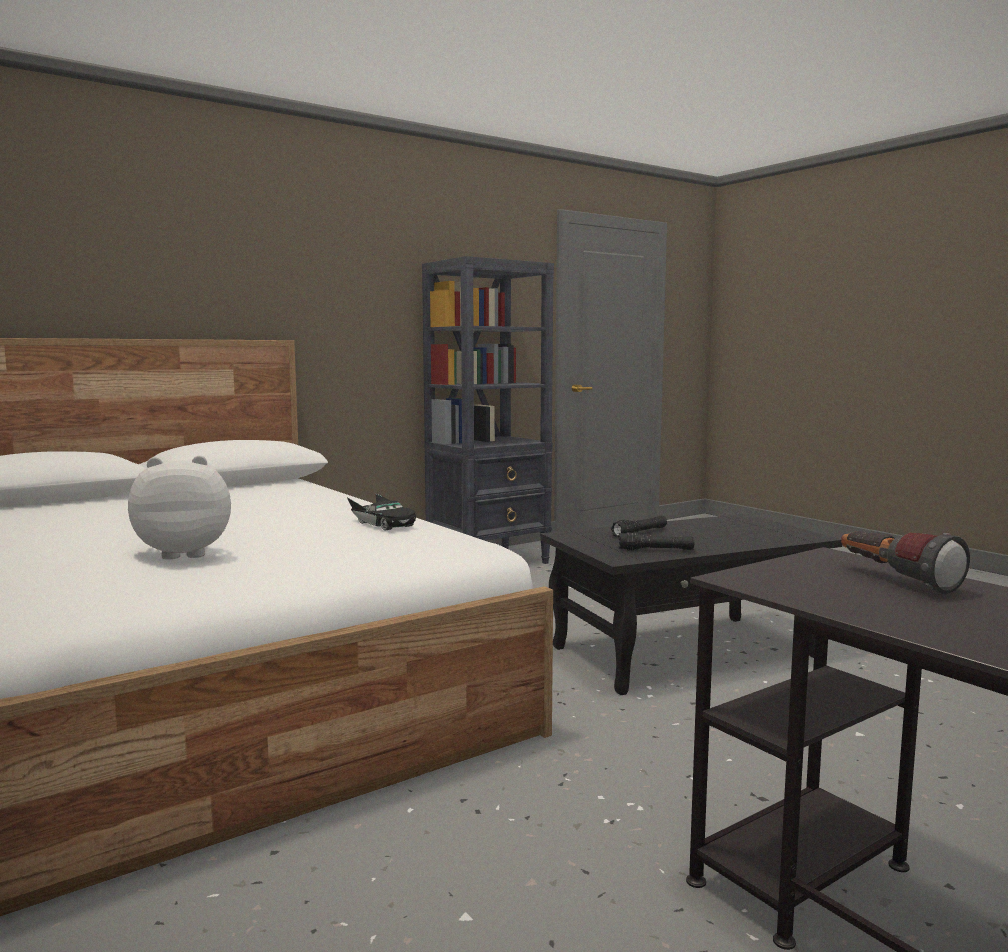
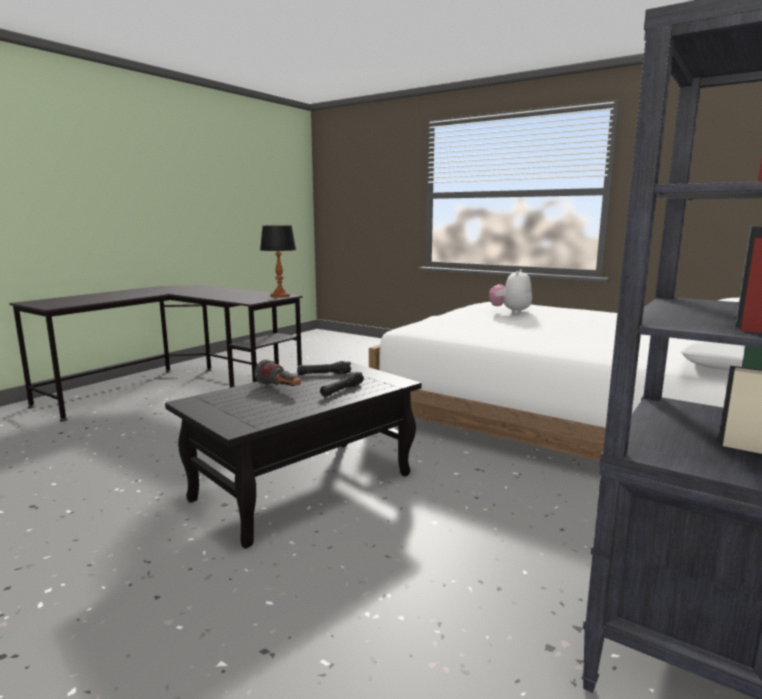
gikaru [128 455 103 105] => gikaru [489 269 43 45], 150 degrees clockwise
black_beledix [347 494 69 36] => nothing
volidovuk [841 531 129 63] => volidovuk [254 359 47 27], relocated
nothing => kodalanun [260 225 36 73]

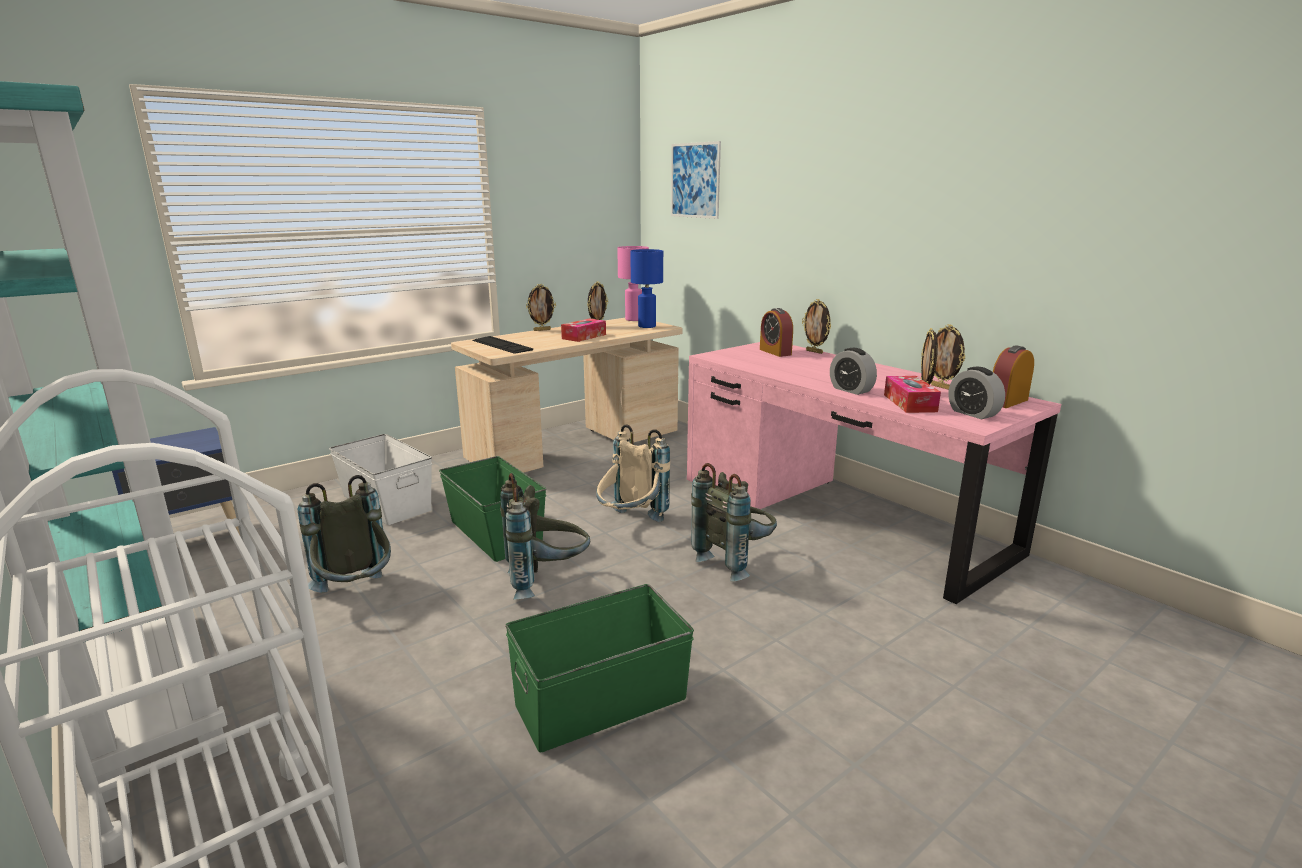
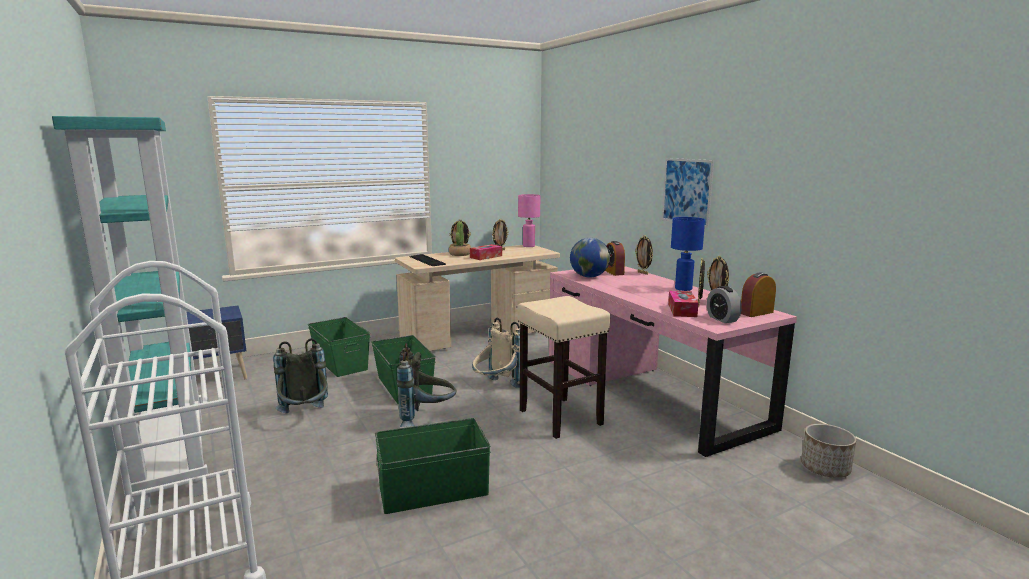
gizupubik [671 141 50 78] => gizupubik [662 158 52 70], relocated
blue_kodalanun [630 249 33 79] => blue_kodalanun [671 217 34 74], relocated
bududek [830 348 47 47] => nothing
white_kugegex [329 434 103 91] => green_kugegex [308 317 62 60]
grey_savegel [691 463 86 119] => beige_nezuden [517 296 93 143]
nothing => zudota [449 221 22 35]
nothing => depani [570 238 40 40]
nothing => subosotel [801 424 55 54]

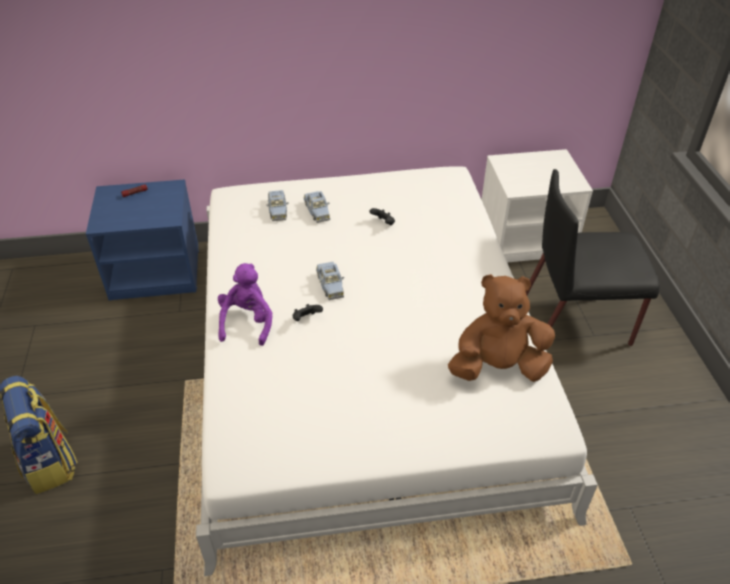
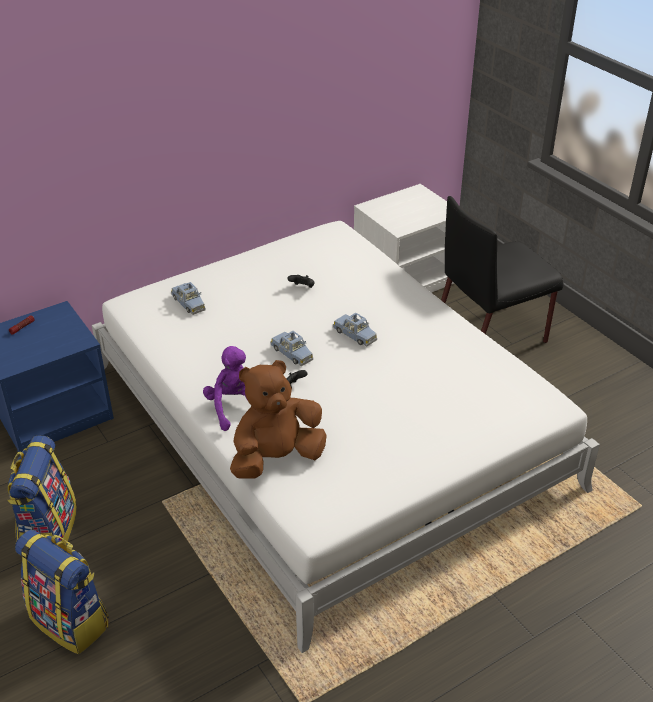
blue_beledix [304 191 26 32] => blue_beledix [333 313 44 33], relocated
brown_gikaru [448 274 107 108] => brown_gikaru [230 360 97 119], relocated
nothing => savegel [7 435 70 109]

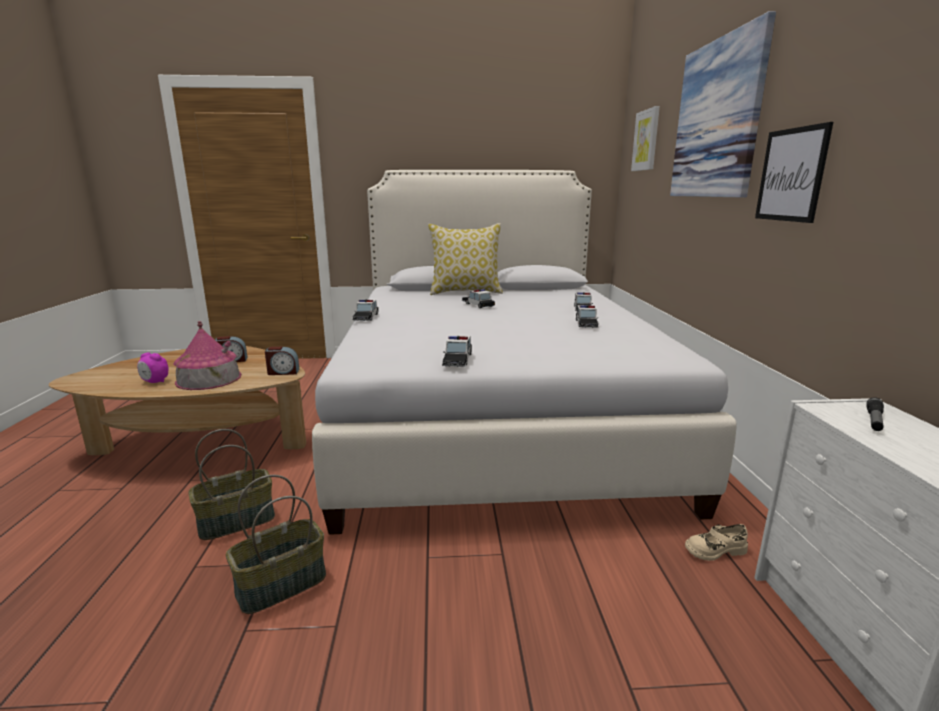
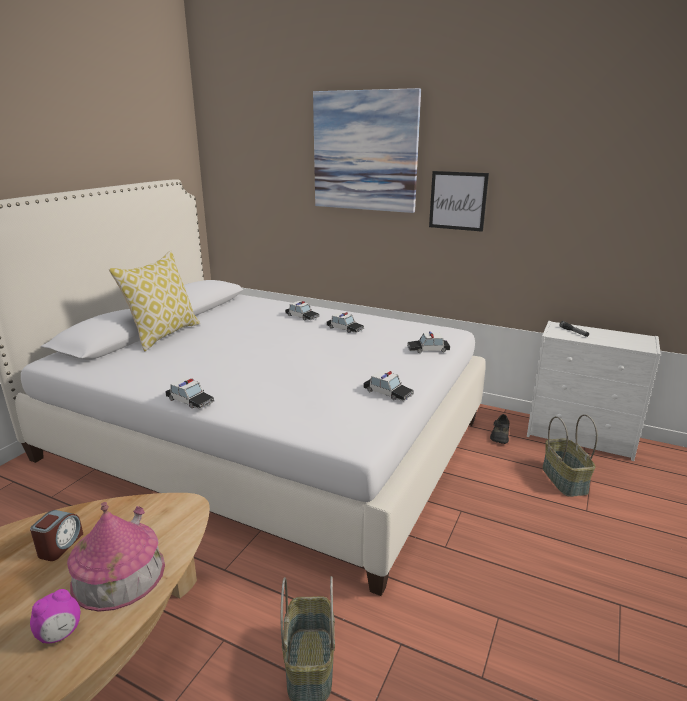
gizupubik [631 106 29 65] => nothing
beledix [462 289 33 19] => beledix [407 331 43 22], relocated
bududek [265 347 34 28] => nothing
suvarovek [225 475 101 139] => suvarovek [542 414 56 83], relocated
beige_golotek [685 524 63 37] => black_golotek [490 414 19 30]

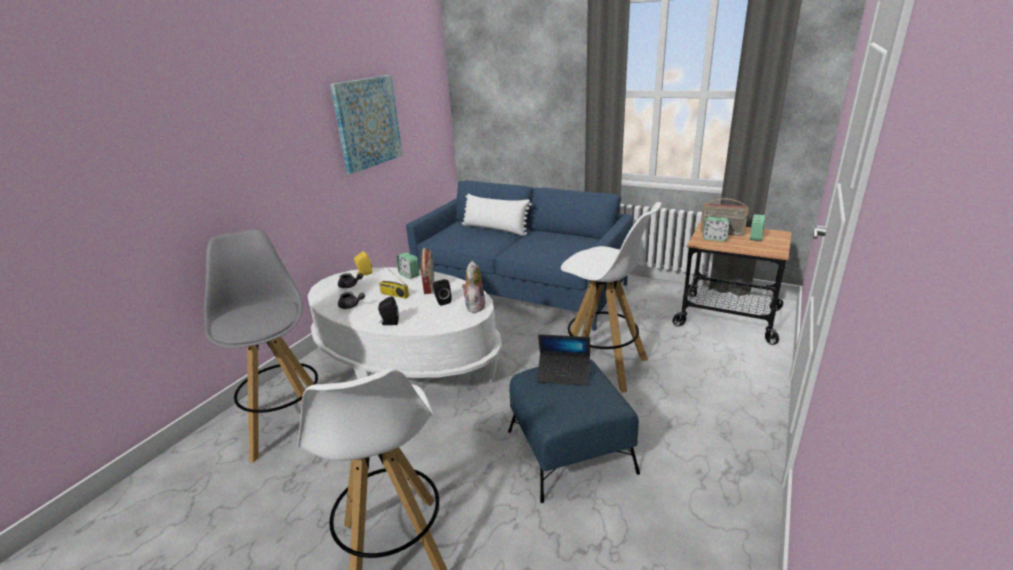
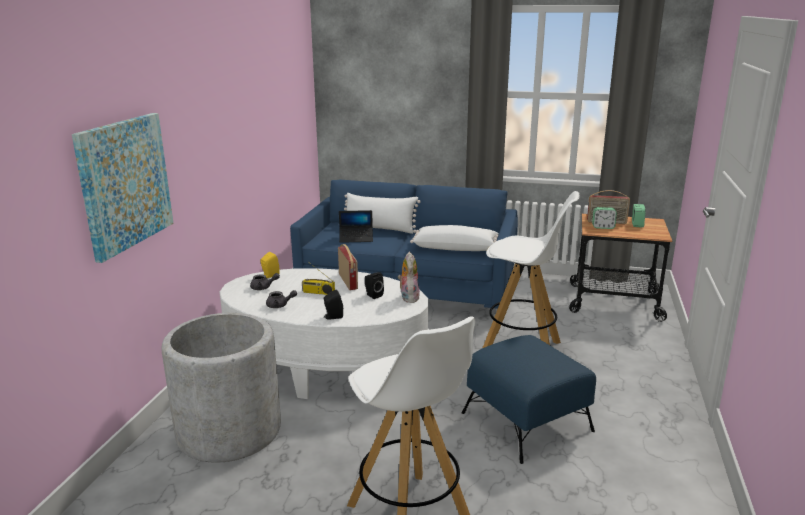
gizupubik [330 75 73 99] => gizupubik [72 113 102 150], relocated
grey_nezuden [204 229 114 234] => grey_subosotel [162 313 119 150]
bududek [397 252 23 27] => nothing
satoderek [537 334 53 52] => satoderek [339 210 34 33], relocated
nothing => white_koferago [410 225 89 26]

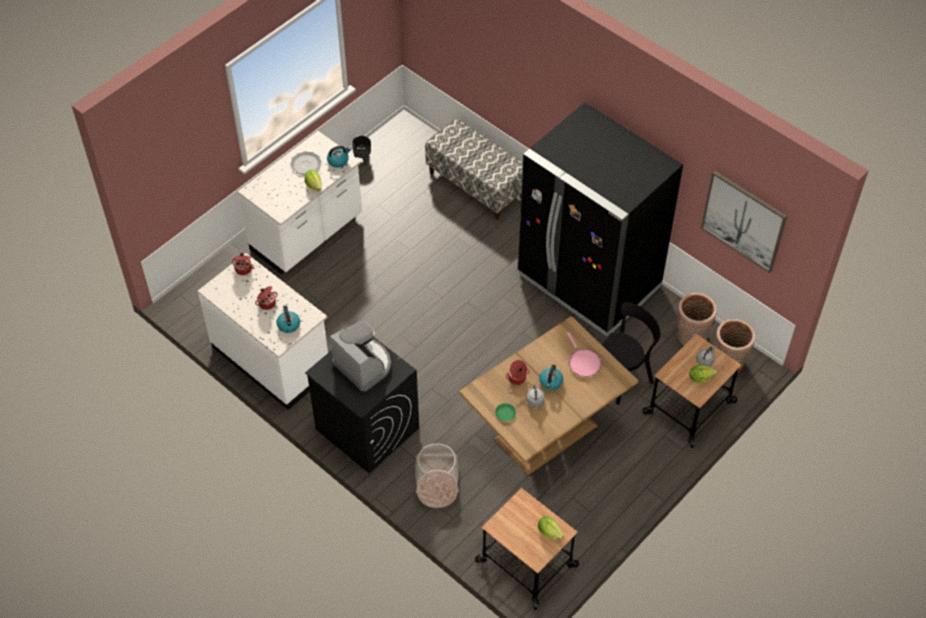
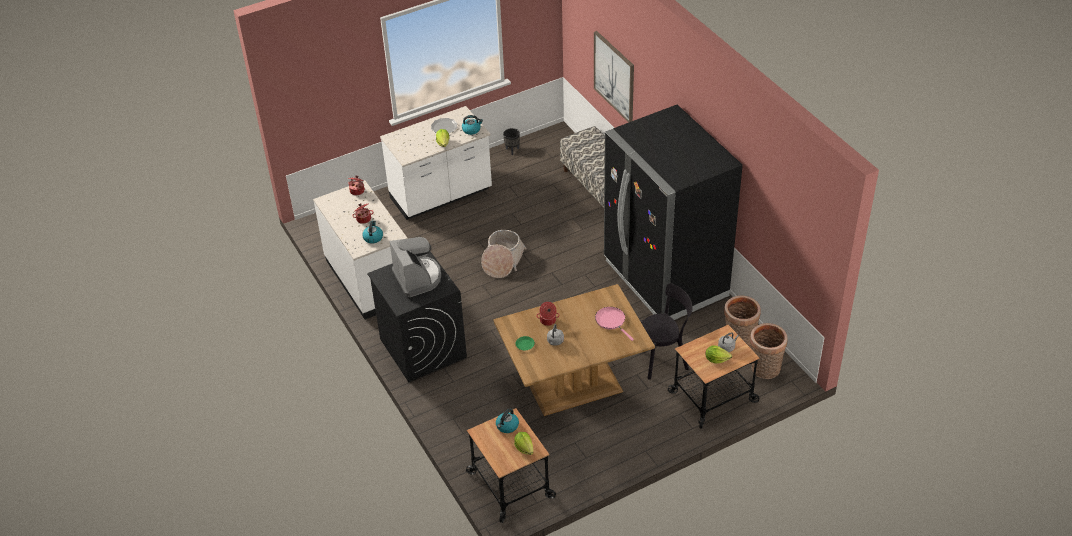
gizupubik [701 170 86 103] => gizupubik [594 31 40 92], relocated
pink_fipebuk [567 332 35 45] => pink_fipebuk [595 307 39 34], 150 degrees clockwise
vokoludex [539 365 24 25] => vokoludex [496 409 23 24], relocated
suvarovek [415 443 44 65] => suvarovek [481 230 46 48], relocated

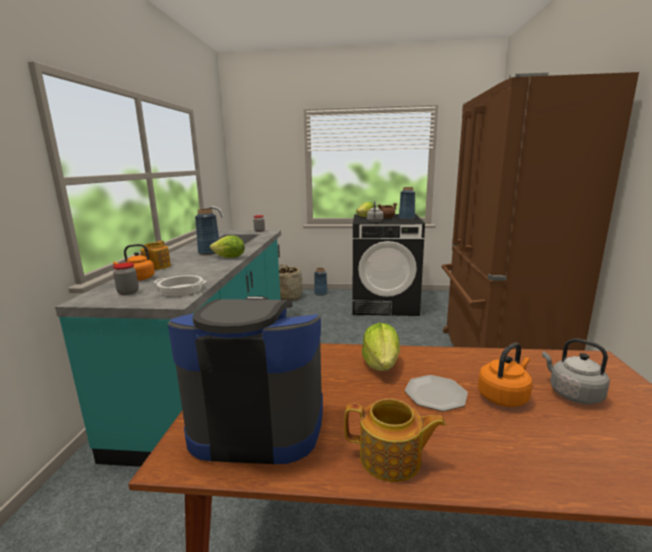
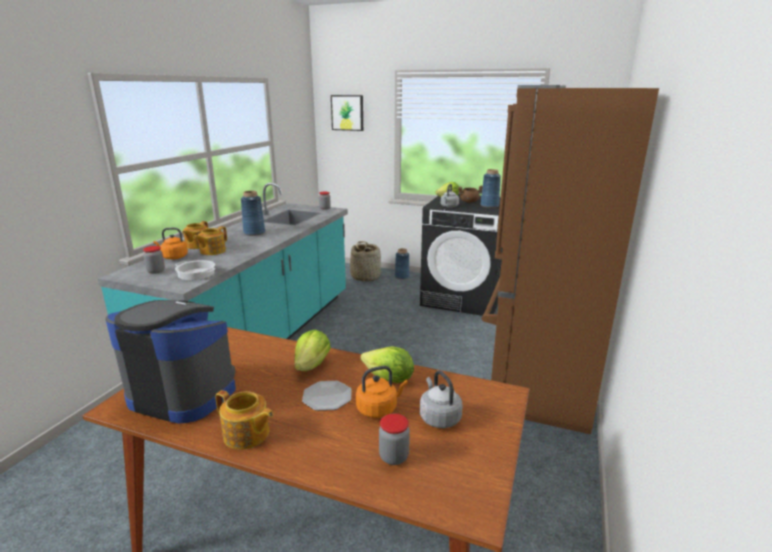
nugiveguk [210 235 35 23] => nugiveguk [361 346 53 37], relocated
nothing => gizupubik [331 95 32 36]
nothing => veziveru [193 226 34 29]
nothing => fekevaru [379 414 31 51]

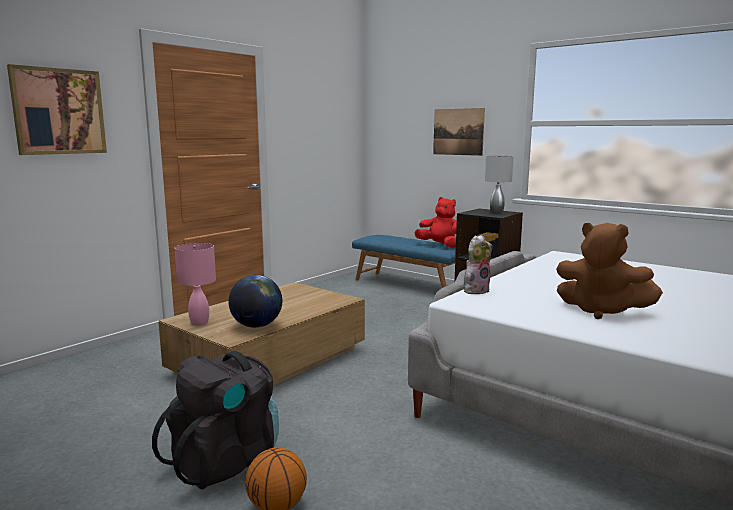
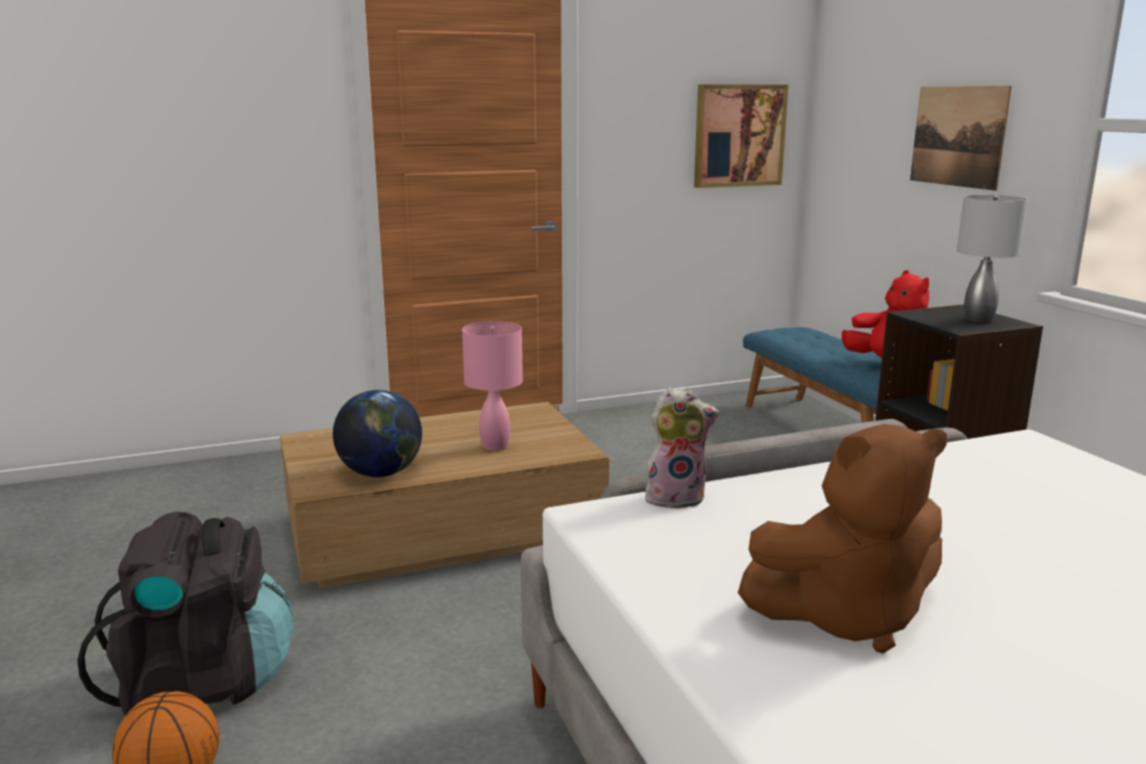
gizupubik [7 64 100 91] => gizupubik [694 84 94 104], relocated
brown_gikaru [556 223 107 96] => brown_gikaru [738 424 209 229], 75 degrees counterclockwise
pink_kodalanun [174 243 42 83] => pink_kodalanun [462 321 61 130], relocated

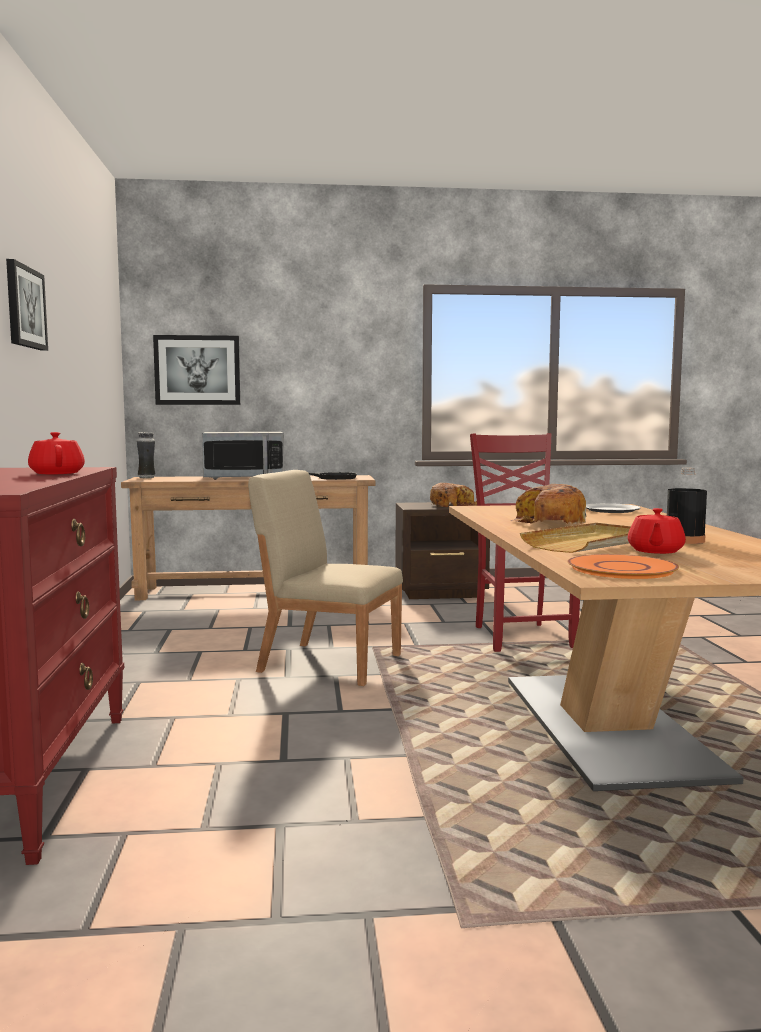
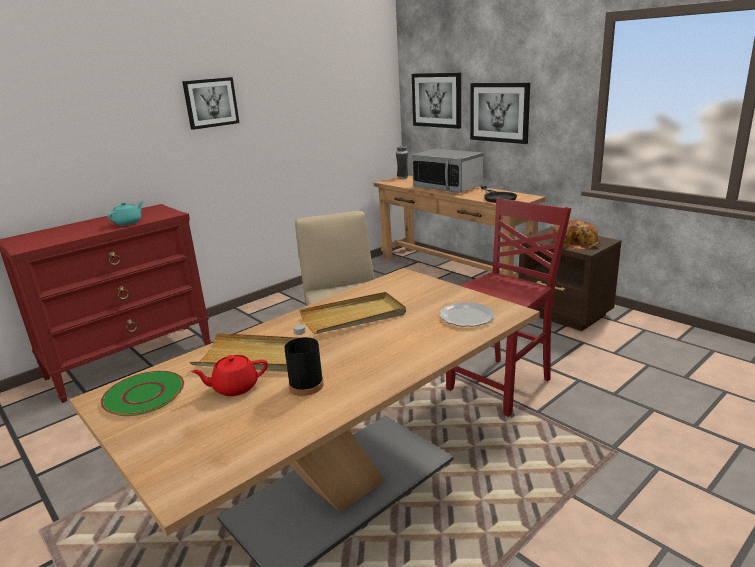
red_veziveru [28 432 57 42] => turquoise_veziveru [107 201 36 25]
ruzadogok [510 484 76 40] => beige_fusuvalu [299 292 107 42]
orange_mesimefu [567 554 112 25] => green_mesimefu [101 371 83 45]
nothing => gizupubik [470 83 60 61]

